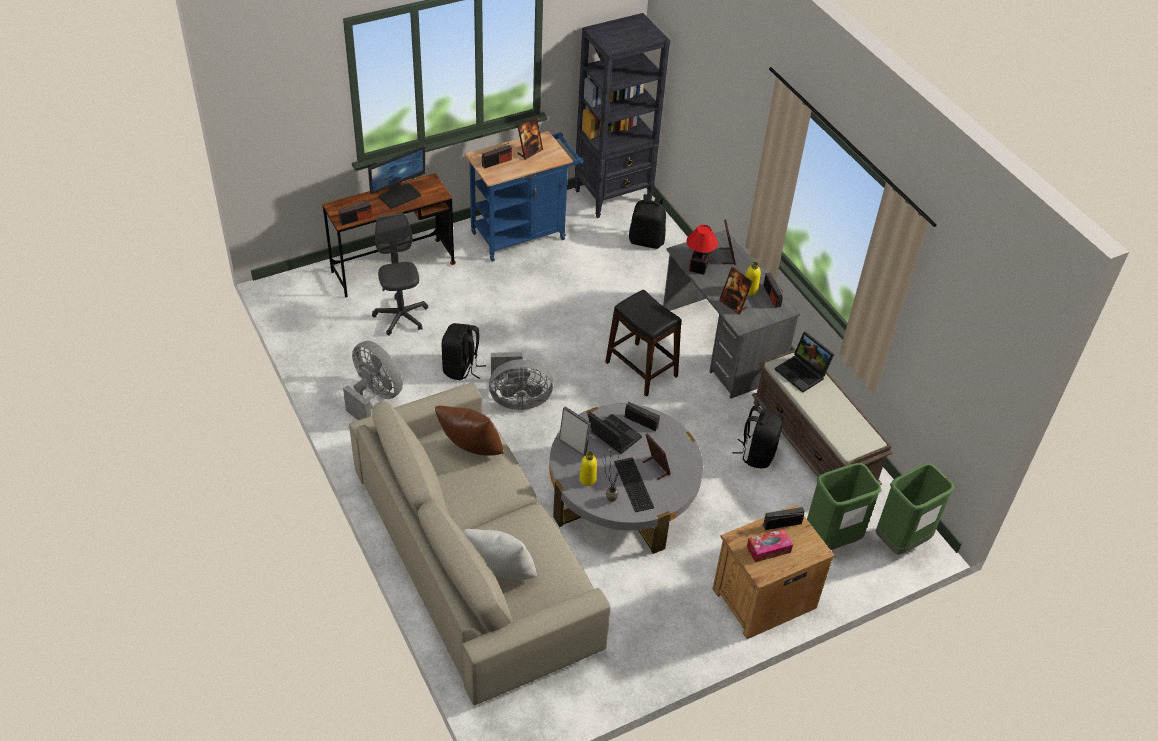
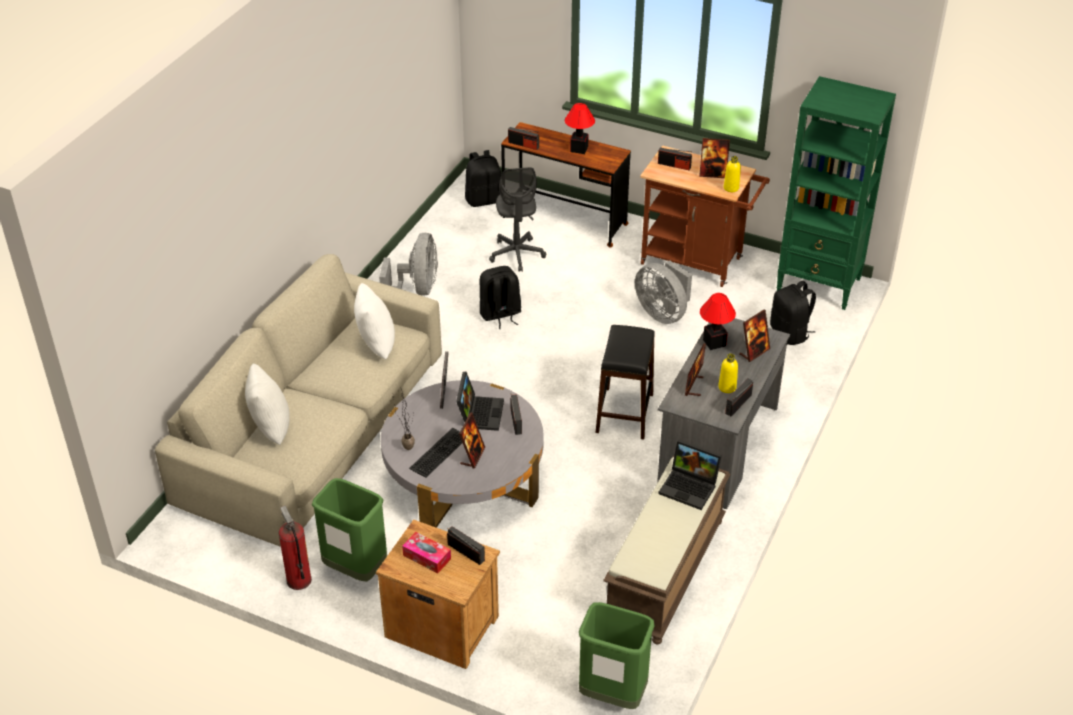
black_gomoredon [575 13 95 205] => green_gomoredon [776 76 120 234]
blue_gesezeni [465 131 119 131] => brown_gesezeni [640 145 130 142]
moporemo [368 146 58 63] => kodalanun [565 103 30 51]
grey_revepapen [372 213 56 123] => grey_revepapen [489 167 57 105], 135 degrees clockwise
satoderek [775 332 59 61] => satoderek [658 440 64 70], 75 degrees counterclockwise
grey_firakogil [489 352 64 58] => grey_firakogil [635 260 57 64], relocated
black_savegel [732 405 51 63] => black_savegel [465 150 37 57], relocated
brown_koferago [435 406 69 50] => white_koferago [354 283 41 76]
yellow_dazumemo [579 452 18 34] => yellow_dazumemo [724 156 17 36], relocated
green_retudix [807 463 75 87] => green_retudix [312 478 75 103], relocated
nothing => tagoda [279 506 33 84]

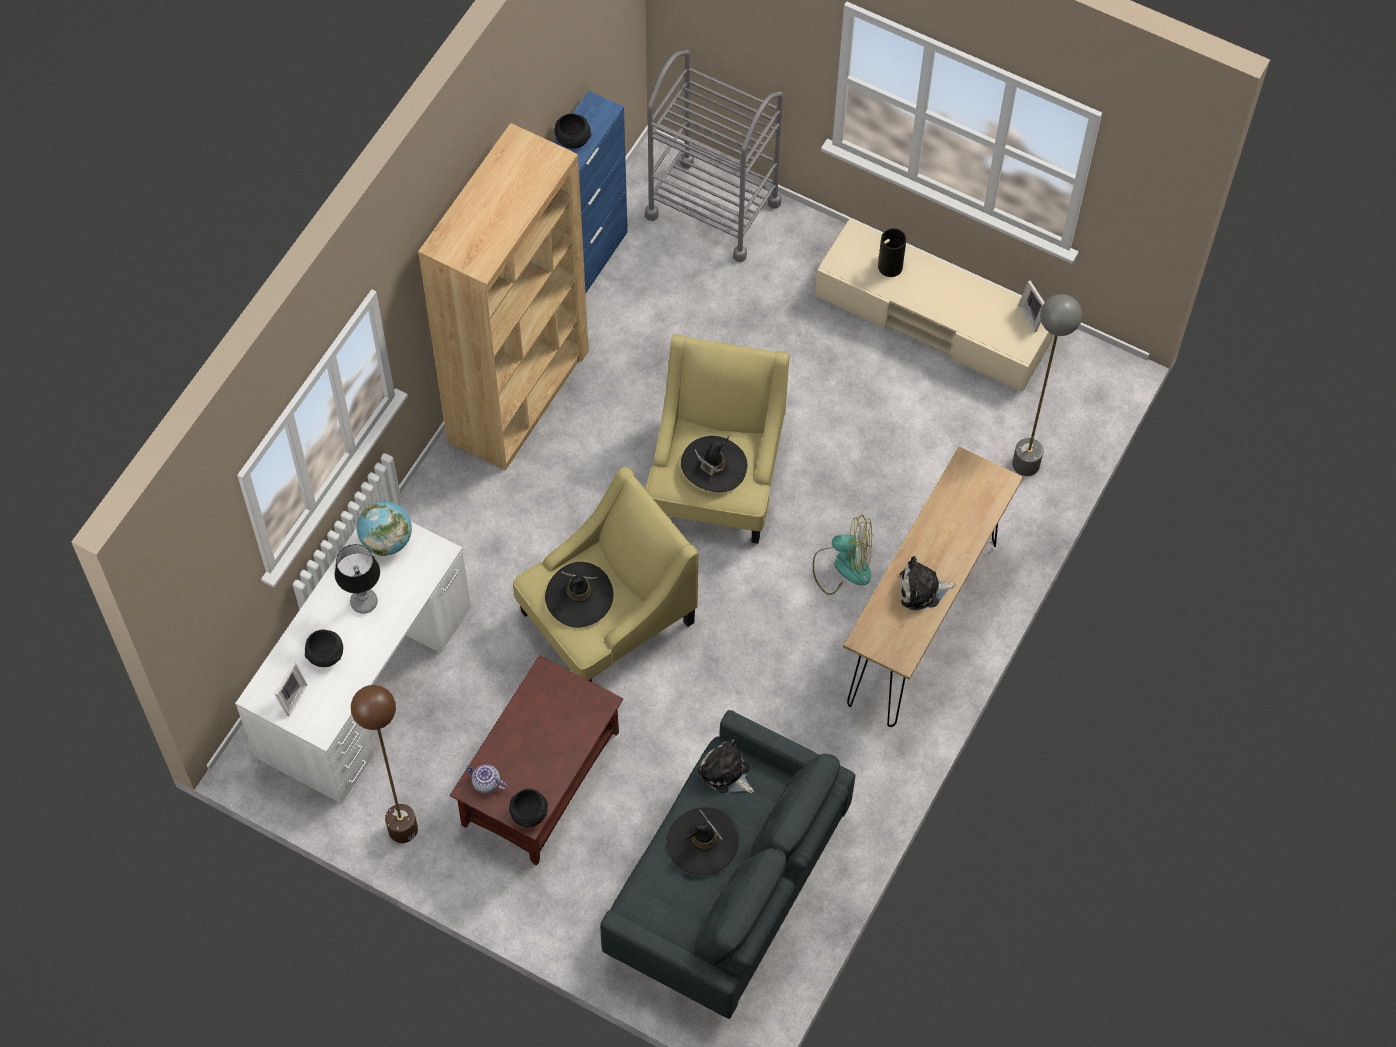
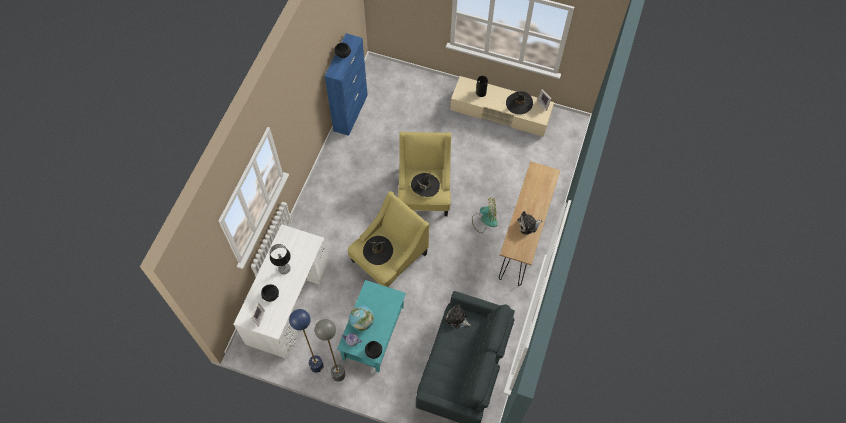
grey_gesezeni [645 50 138 212] => nothing
brown_gomoredon [418 123 171 348] => nothing
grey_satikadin [1012 294 70 182] => grey_satikadin [315 319 30 63], relocated
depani [357 501 55 55] => depani [349 305 25 26], relocated
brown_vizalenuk [450 656 173 209] => turquoise_vizalenuk [337 280 69 92]
brown_satikadin [351 685 67 158] => blue_satikadin [289 309 35 64]
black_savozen [667 807 72 68] => black_savozen [506 90 27 24], relocated

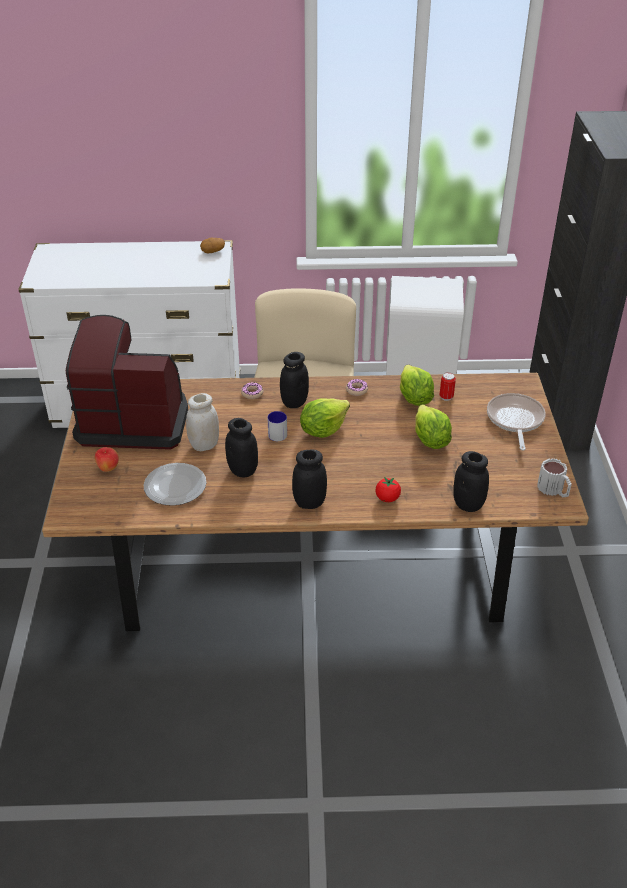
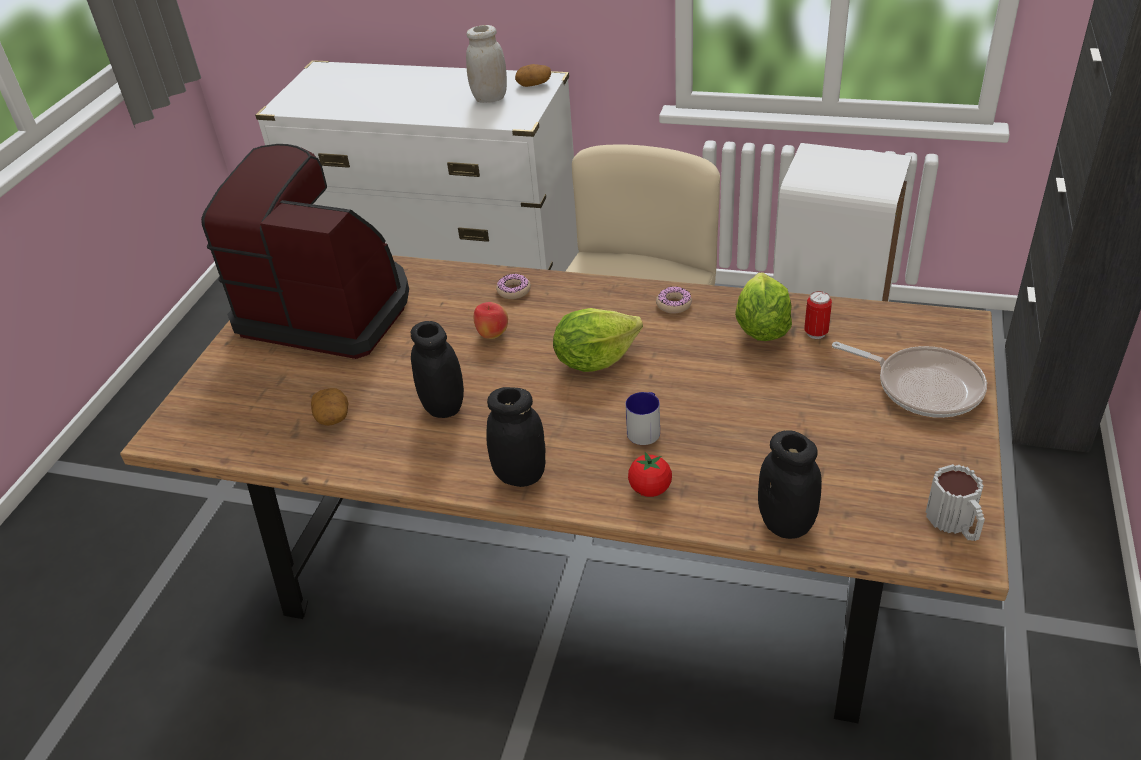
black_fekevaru [280 352 29 56] => nothing
white_fekevaru [186 393 33 58] => white_fekevaru [466 25 41 78], relocated
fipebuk [487 393 59 57] => fipebuk [832 342 155 76], 105 degrees clockwise
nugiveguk [415 404 37 45] => nothing
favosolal [267 411 20 30] => favosolal [625 392 35 53], relocated
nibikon [95 447 24 25] => nibikon [474 302 34 37], relocated
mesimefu [144 463 63 43] => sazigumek [311 388 37 38]

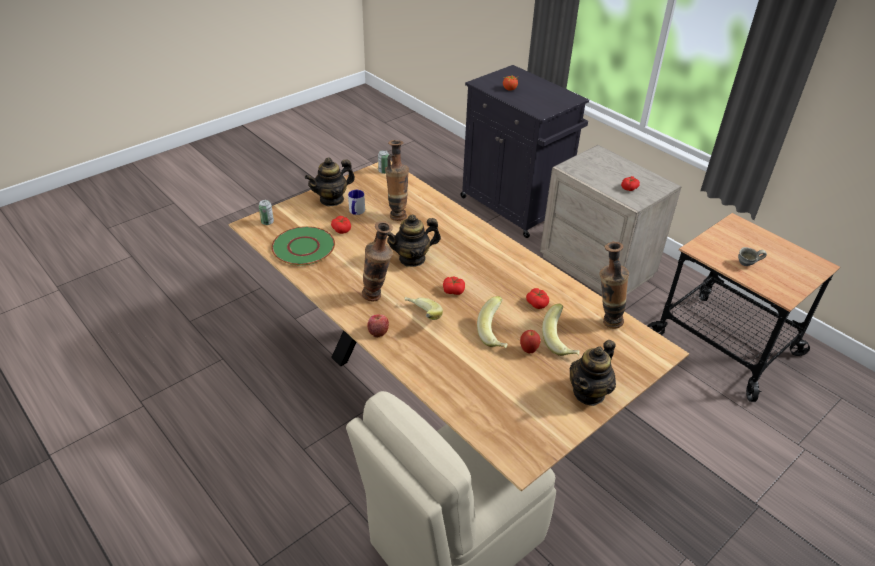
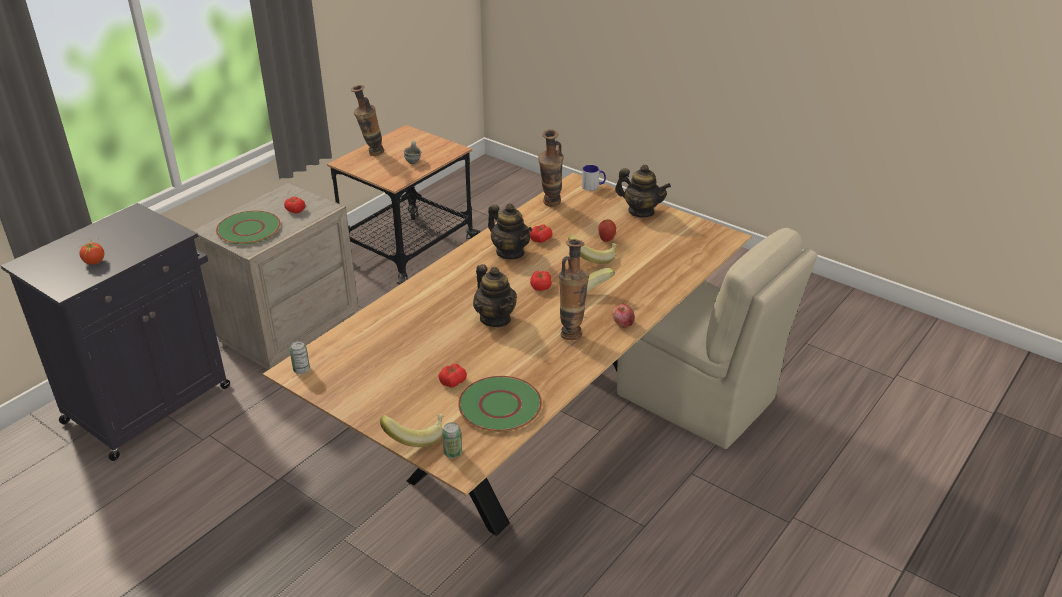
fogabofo [385 140 24 81] => fogabofo [351 85 33 71], relocated
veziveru [305 157 50 50] => veziveru [488 204 44 55], relocated
favosolal [348 190 17 25] => favosolal [582 165 24 26], relocated
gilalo [542 304 38 52] => gilalo [380 414 64 33], relocated
nothing => green_mesimefu [216 211 65 33]

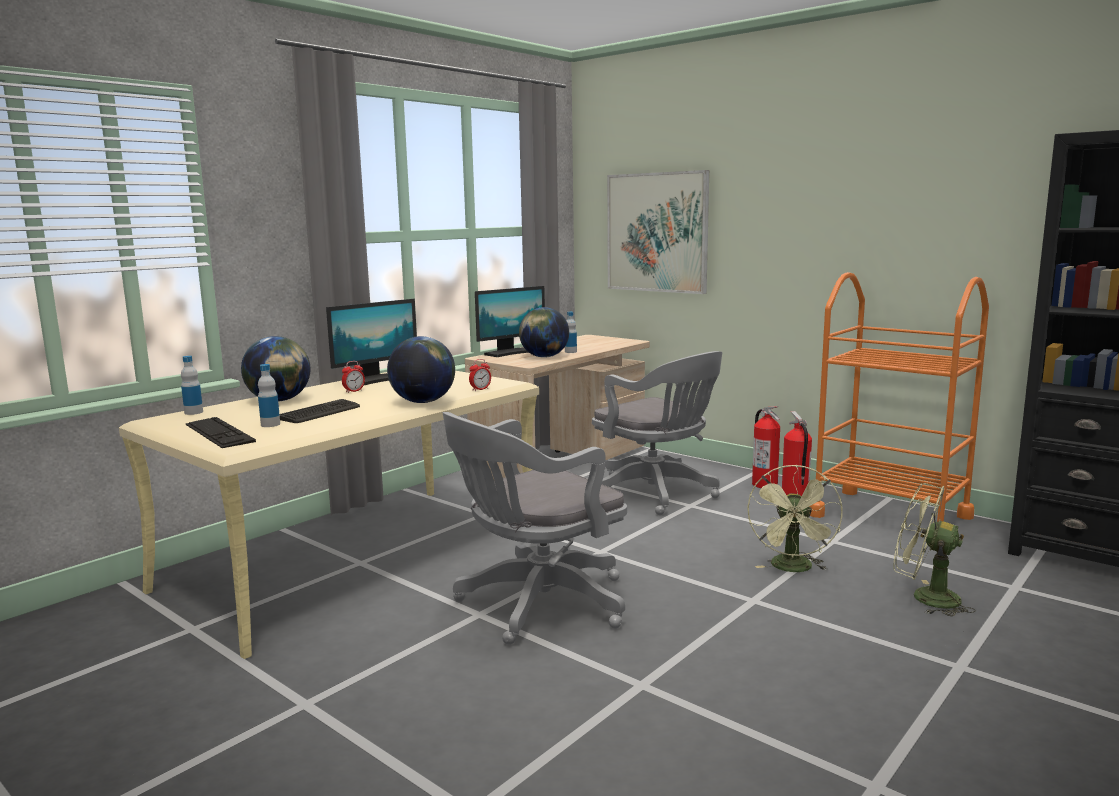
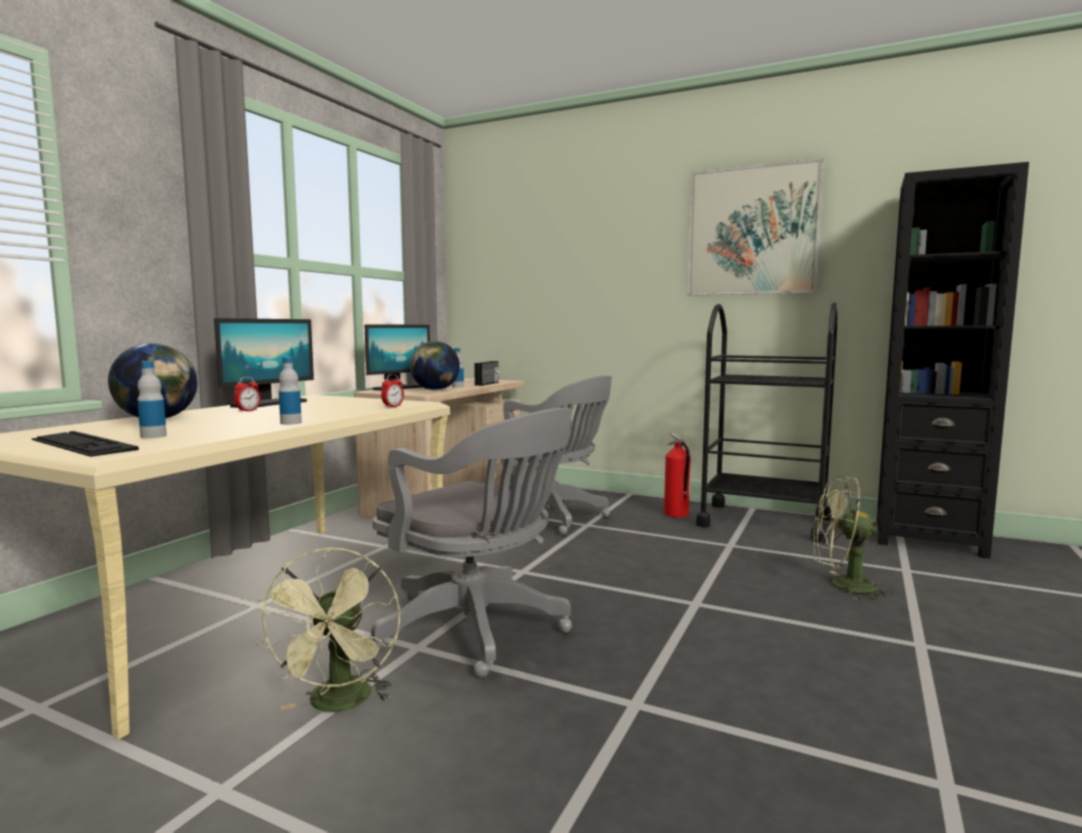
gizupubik [607 170 102 124] => gizupubik [687 158 137 138], relocated
orange_gesezeni [809 272 180 250] => black_gesezeni [696 302 142 241]
depani [387 336 68 67] => nothing
dazumemo [181 356 22 59] => dazumemo [279 357 23 68], relocated
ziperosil [279 399 81 24] => nothing
tagoda [752 406 28 82] => nothing
grey_revepapen [443 412 184 233] => grey_revepapen [371 408 201 270], 90 degrees counterclockwise
green_firakogil [747 465 96 107] => green_firakogil [256 547 144 165], relocated
nothing => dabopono [474 361 25 25]

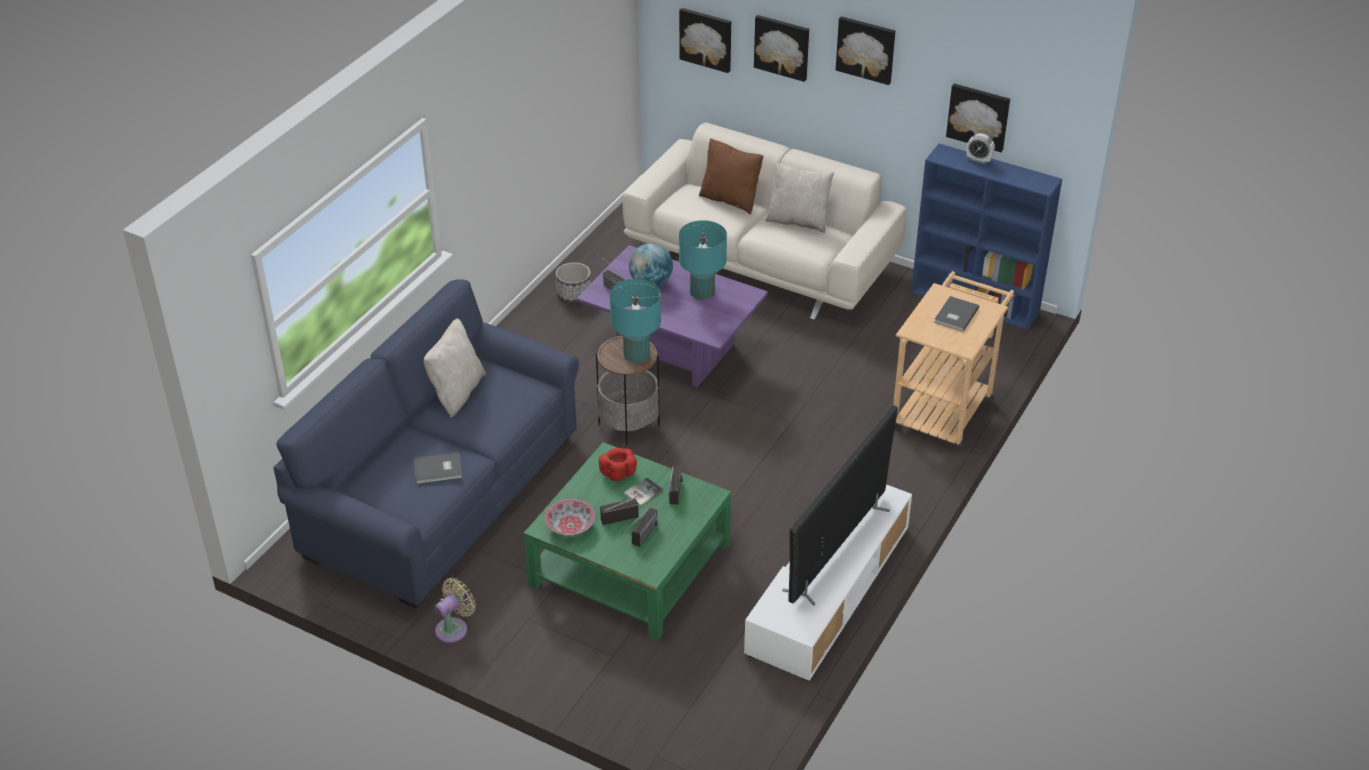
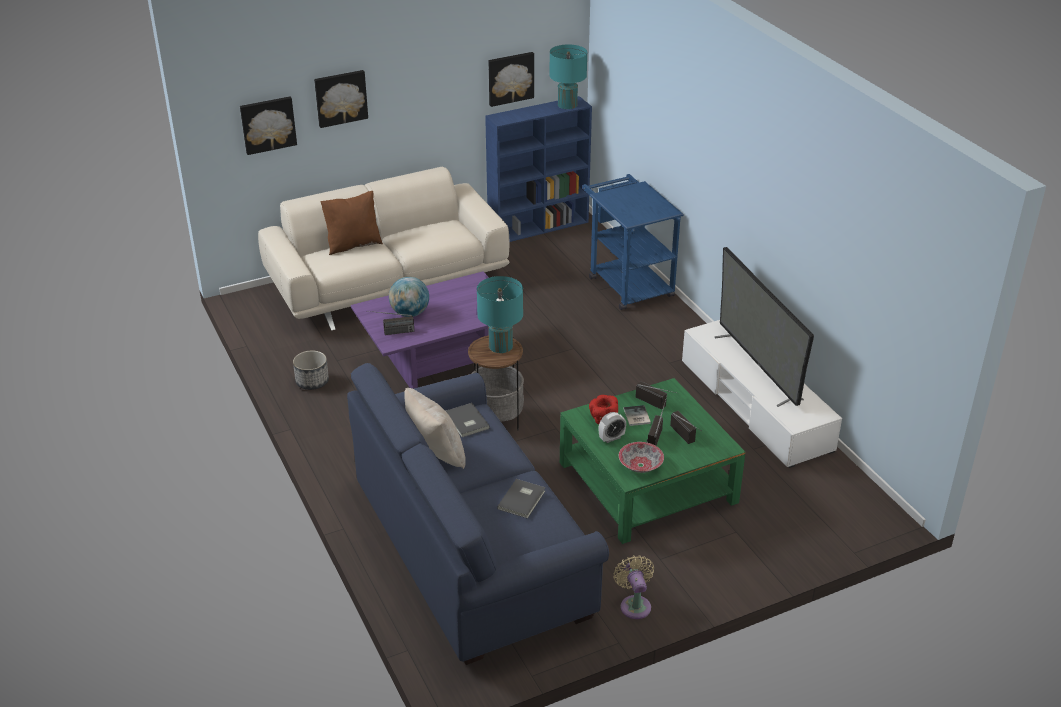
gizupubik [836 16 59 69] => nothing
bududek [967 133 28 31] => bududek [599 412 27 31], relocated
beige_koferago [765 162 69 71] => nothing
turquoise_kodalanun [679 220 48 80] => turquoise_kodalanun [549 44 38 65], relocated
beige_gesezeni [893 271 121 179] => blue_gesezeni [583 174 101 136]
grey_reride [934 296 45 36] => grey_reride [446 403 44 34], relocated

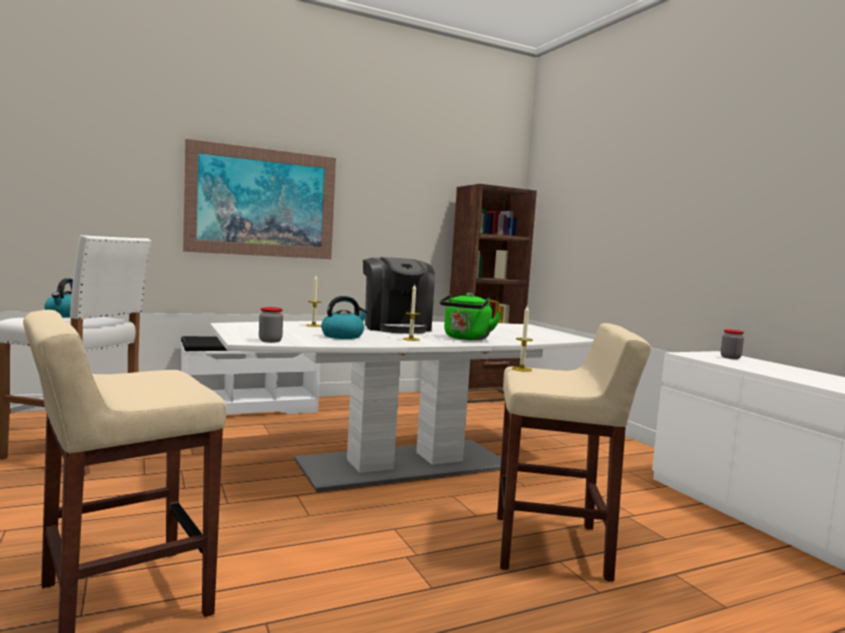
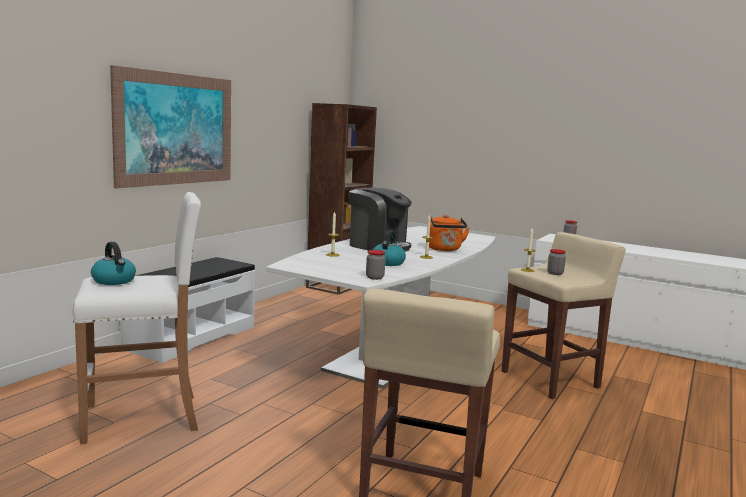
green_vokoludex [440 293 62 47] => orange_vokoludex [429 215 41 36]
nothing => fekevaru [547 249 19 26]

